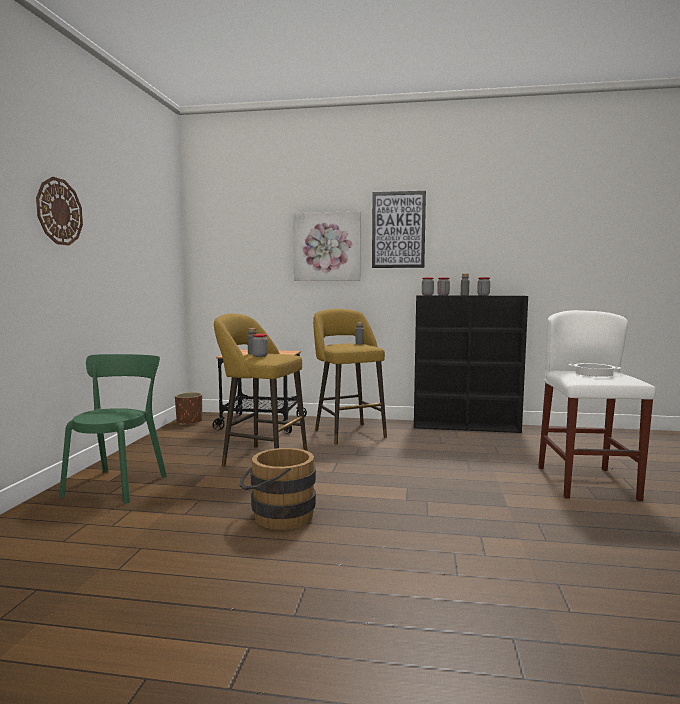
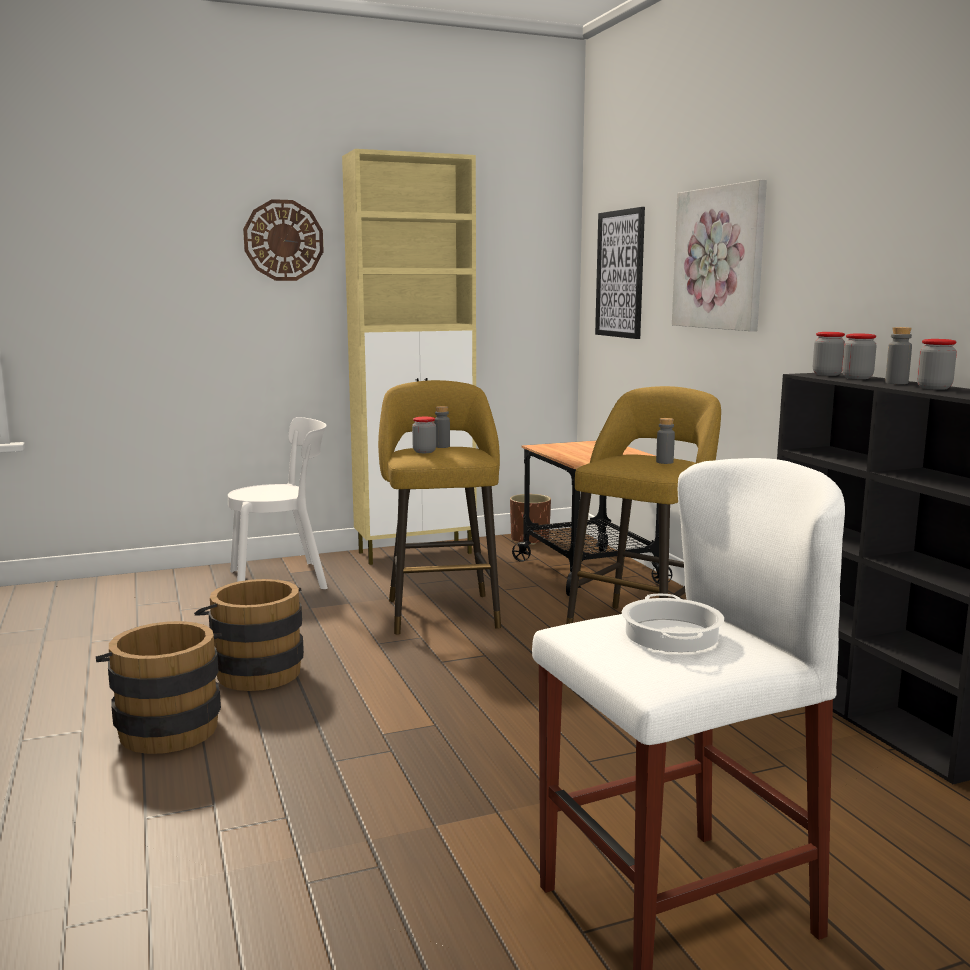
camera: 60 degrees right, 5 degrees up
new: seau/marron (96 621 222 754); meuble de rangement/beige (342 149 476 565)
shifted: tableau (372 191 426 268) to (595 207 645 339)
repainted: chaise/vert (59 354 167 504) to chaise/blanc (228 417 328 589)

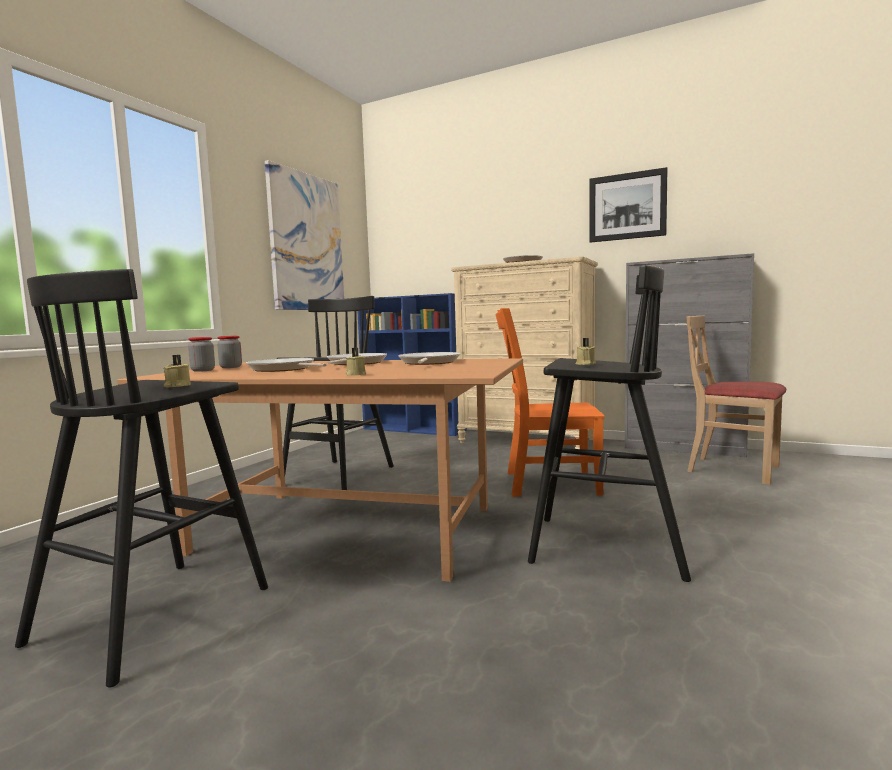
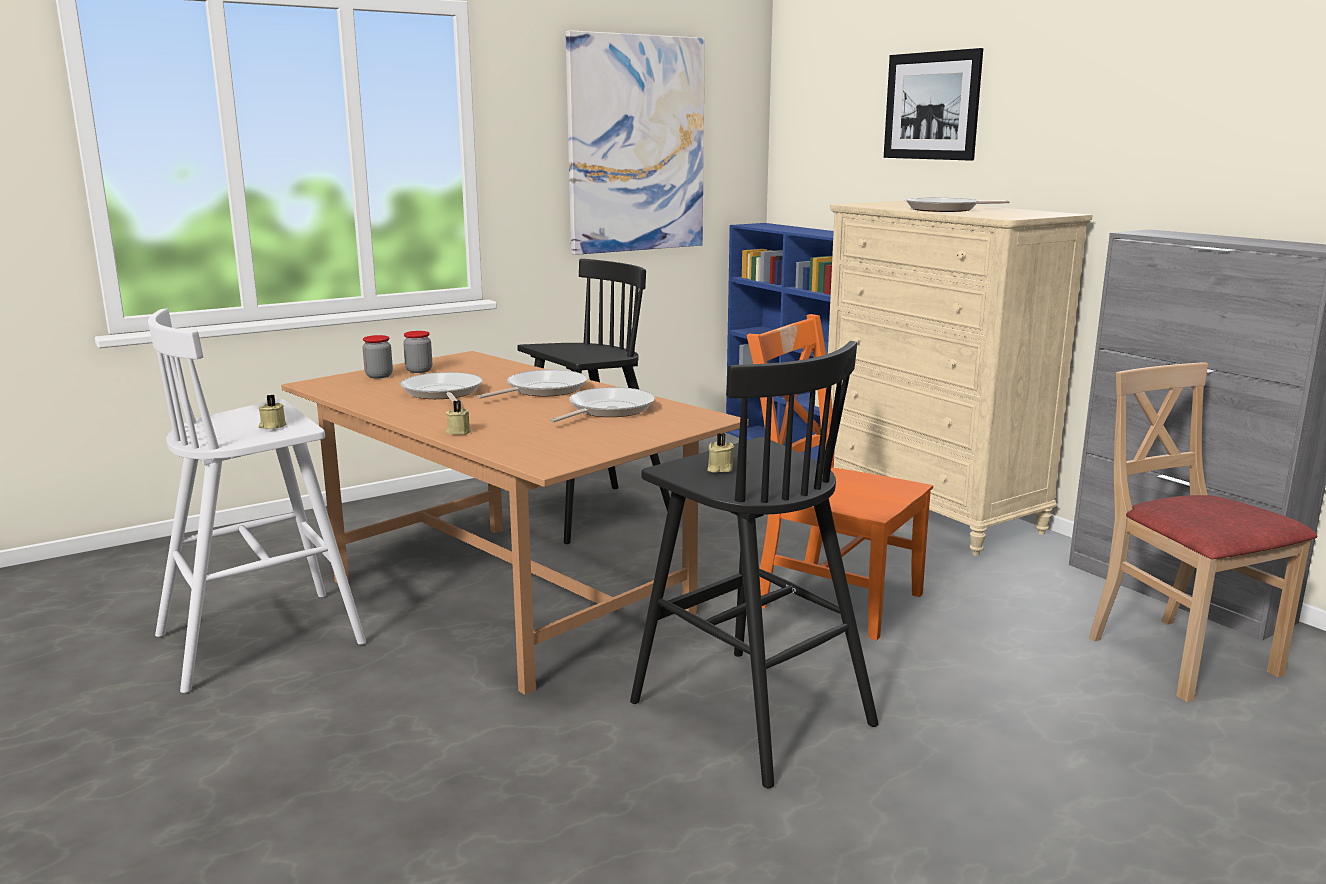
camera: 30 degrees right, 10 degrees up
shifted: tableau (590 167 668 243) to (884 48 983 161)
repainted: tabouret/noir (15 269 268 687) to tabouret/blanc (148 309 366 693)

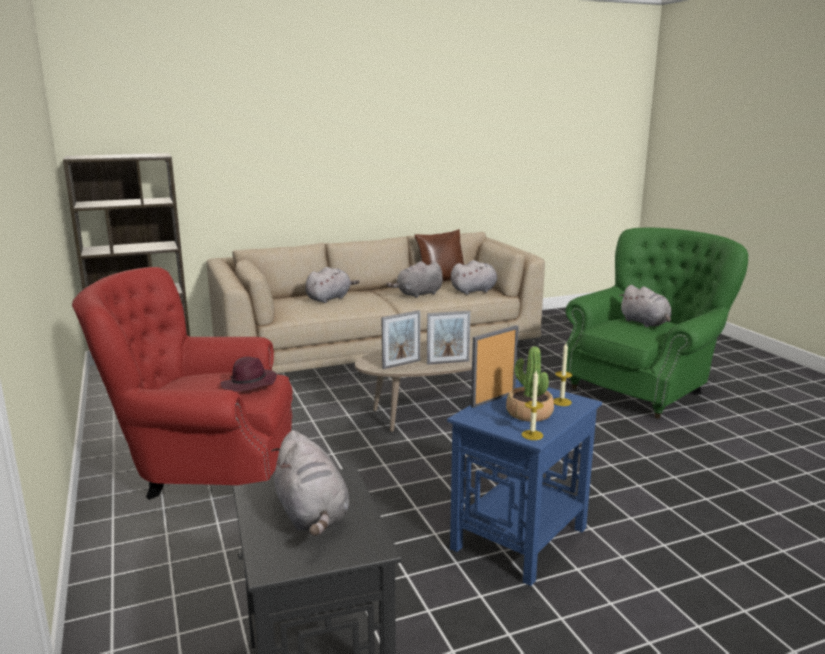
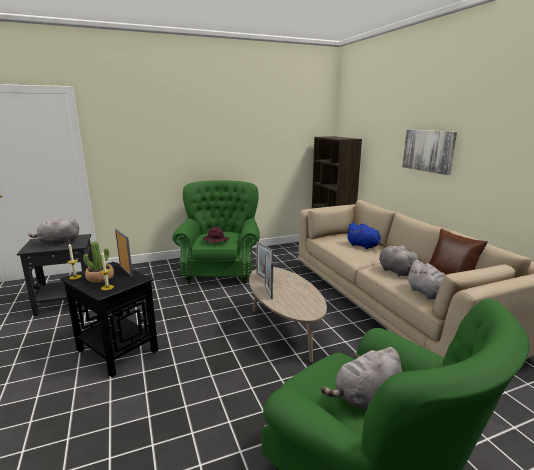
camera: 90 degrees right, 0 degrees up
new: tableau (402 130 457 175)
repainted: table d'appoint/bleu (447 379 602 586) to table d'appoint/noir (61 262 158 377); fauteuil/rouge (72 267 293 500) to fauteuil/vert (172 180 260 284); peluche/gris (305 267 359 303) to peluche/bleu (346 223 384 249)

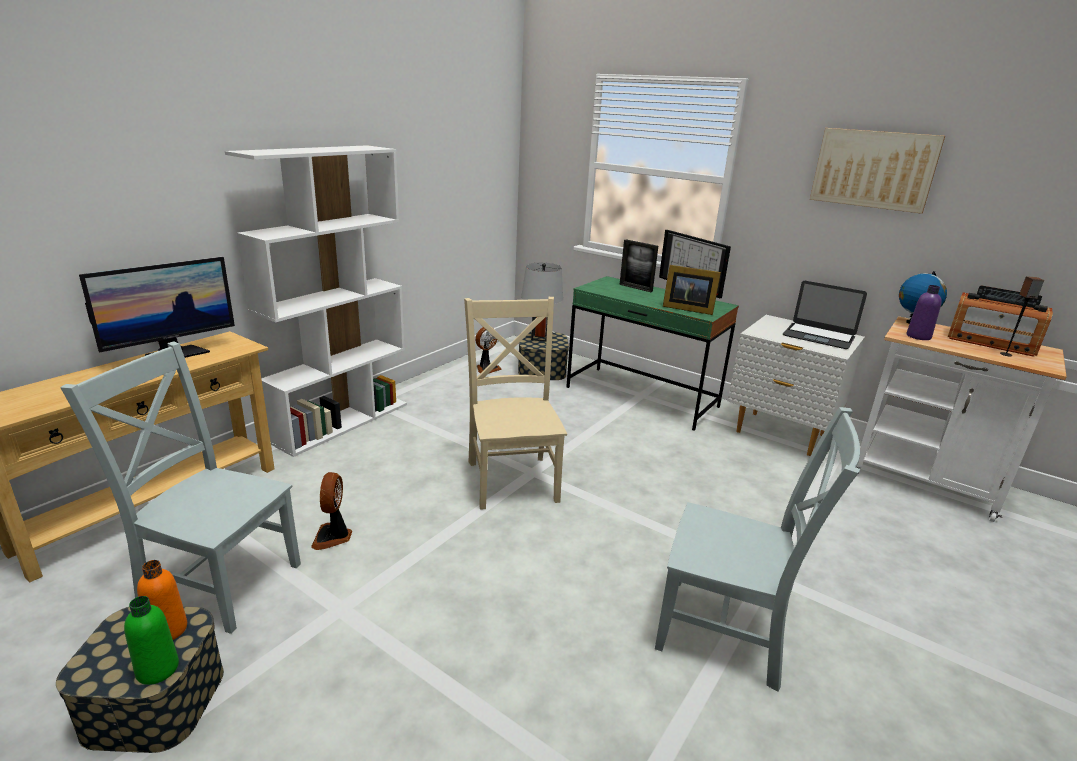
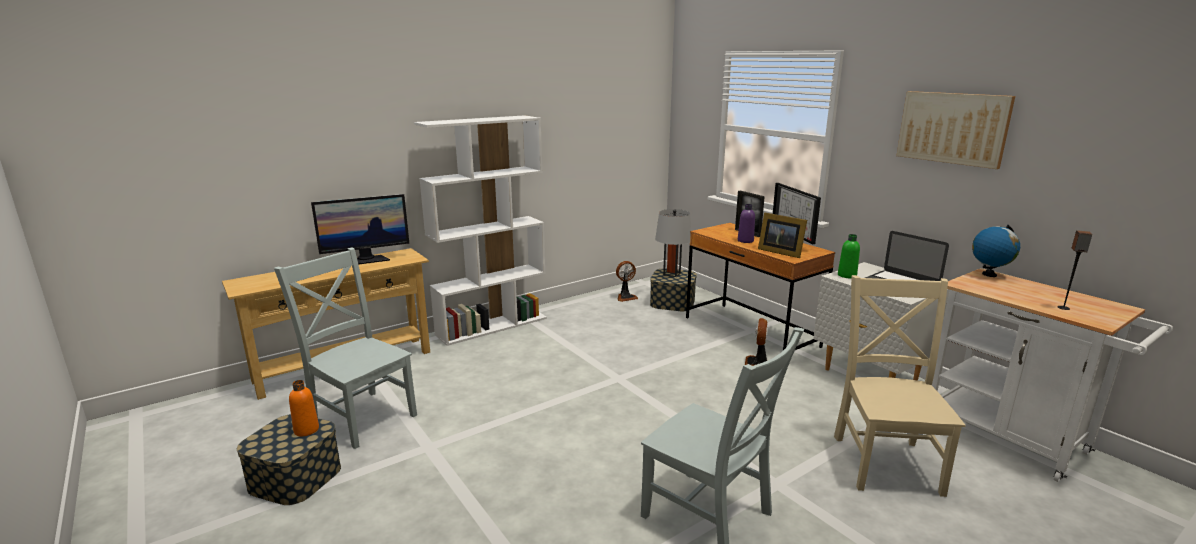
camera: 20 degrees right, 5 degrees down
gone: radio (948 285 1053 357)
shifted: bouteille/violet (907 285 942 340) to (738 204 755 243); ventilateur (311 472 352 550) to (745 318 768 366); chaise/beige (464 297 567 510) to (834 275 966 497); bouteille/vert (124 596 179 685) to (838 234 860 278)
repainted: bureau/vert (567 276 739 431) to bureau/marron (686 223 835 350)

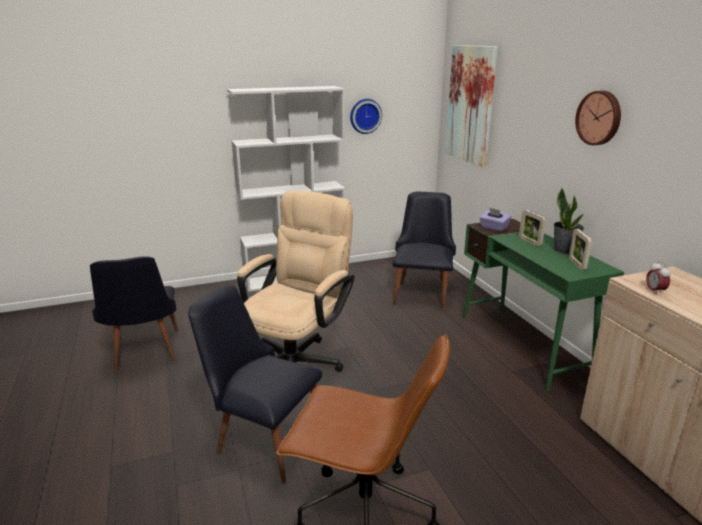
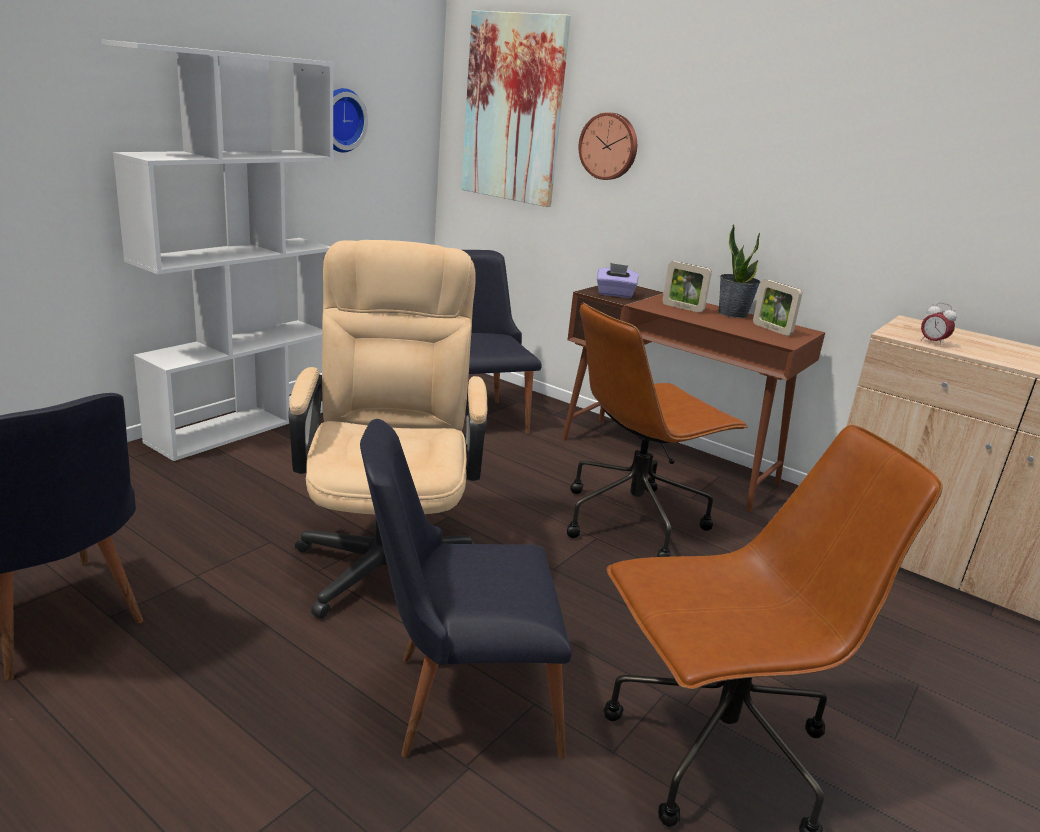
camera: 35 degrees left, 0 degrees up
new: chaise de bureau/marron (567 302 749 557)
shifted: horloge murale (575 91 621 145) to (579 112 637 180)
repainted: bureau/vert (462 218 624 391) to bureau/marron (562 285 825 512)

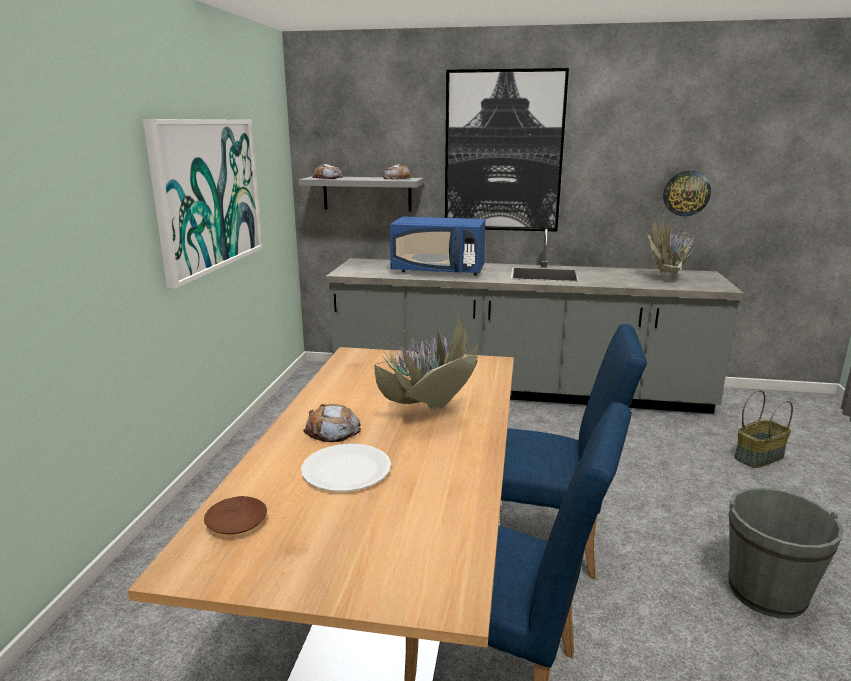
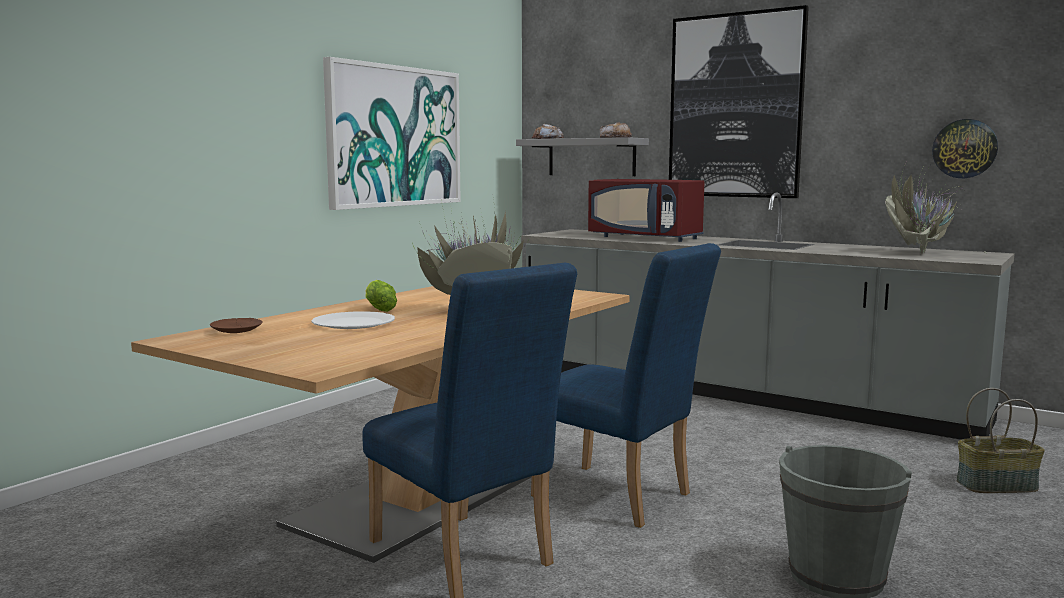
camera: 25 degrees right, 10 degrees down
swapped: pain (303 404 361 442) to laitue (365 280 397 312)
repainted: micro-ondes/bleu (390 217 486 276) to micro-ondes/rouge (588 179 704 242)

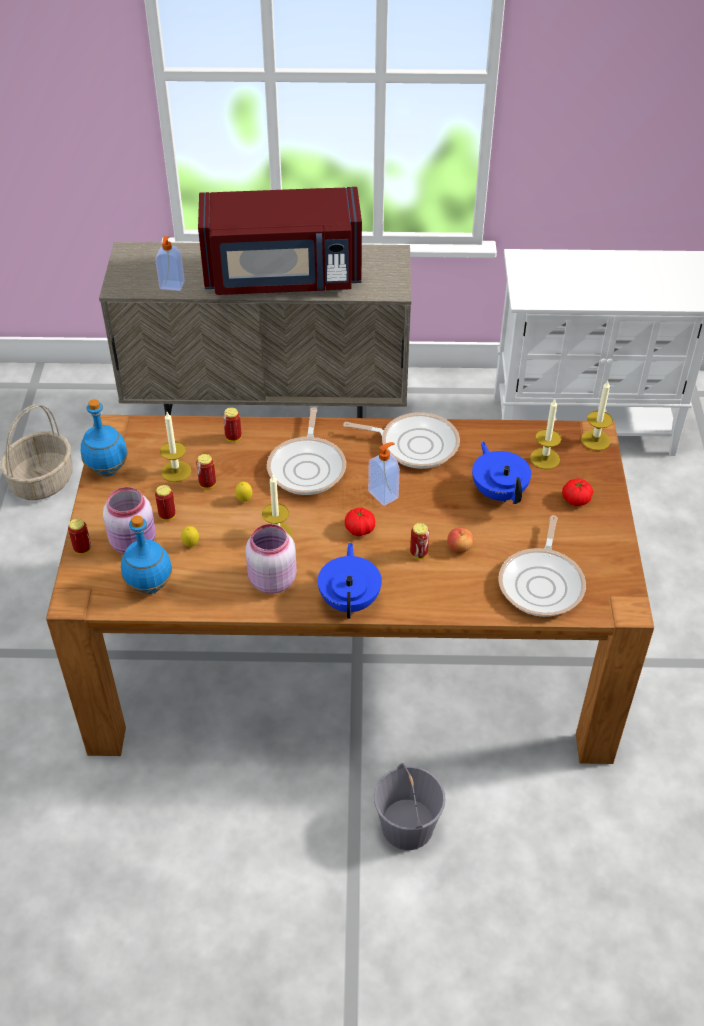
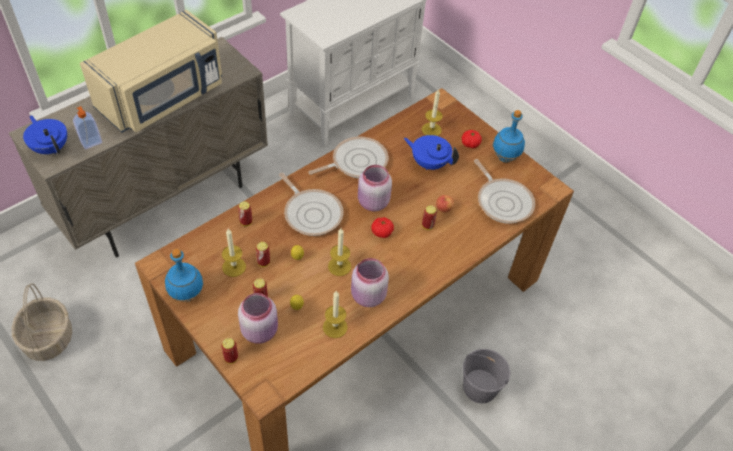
camera: 45 degrees left, 5 degrees up
shifted: théière/bleu (318 543 382 619) to (23 115 67 154); bougie (581 381 613 451) to (323 291 348 338); bouteille/bleu (121 515 172 594) to (492 110 525 162)
swapped: distributeur de savon (368 442 400 506) to bocal/rose (358 165 392 211)
repainted: micro-ondes/rouge (198 187 362 295) to micro-ondes/beige (80 10 222 133)

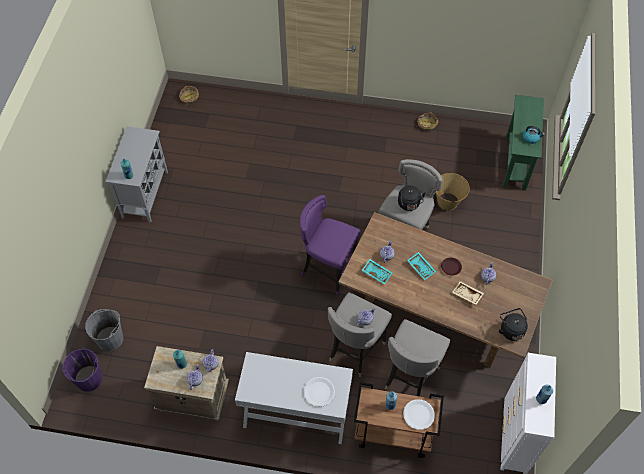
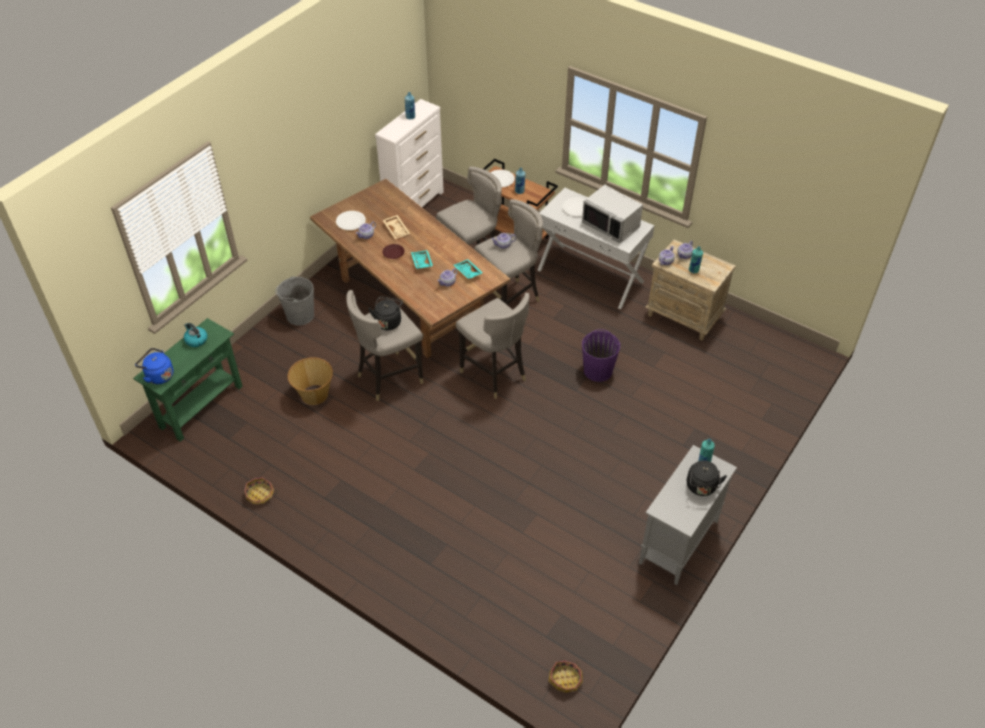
camera: 155 degrees left, 10 degrees down
new: bouilloire/bleu (135 348 174 384); assiette/blanc (336 211 366 230); micro-ondes/gris (582 185 643 244)
shifted: seau/gris (85 309 123 351) to (275 276 314 326); seau/violet (62 349 103 392) to (582 329 620 382); bouilloire/noir (499 308 528 341) to (687 460 727 496)
repainted: tabouret/violet (300 195 361 295) to tabouret/gris (456 293 530 399)

